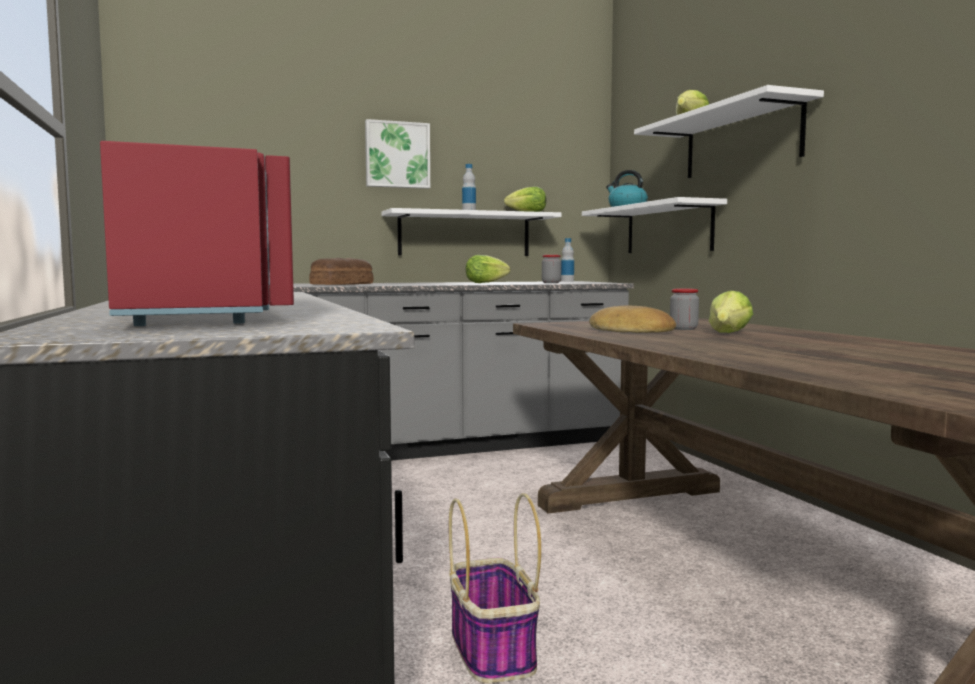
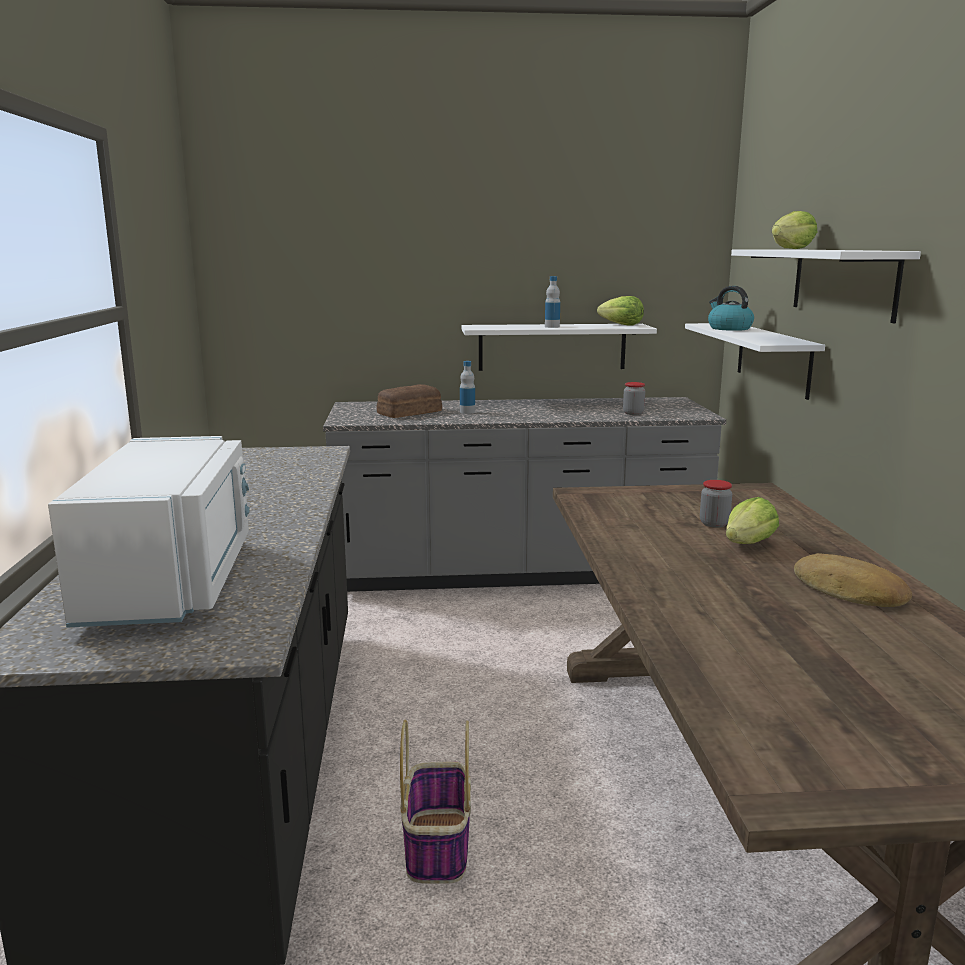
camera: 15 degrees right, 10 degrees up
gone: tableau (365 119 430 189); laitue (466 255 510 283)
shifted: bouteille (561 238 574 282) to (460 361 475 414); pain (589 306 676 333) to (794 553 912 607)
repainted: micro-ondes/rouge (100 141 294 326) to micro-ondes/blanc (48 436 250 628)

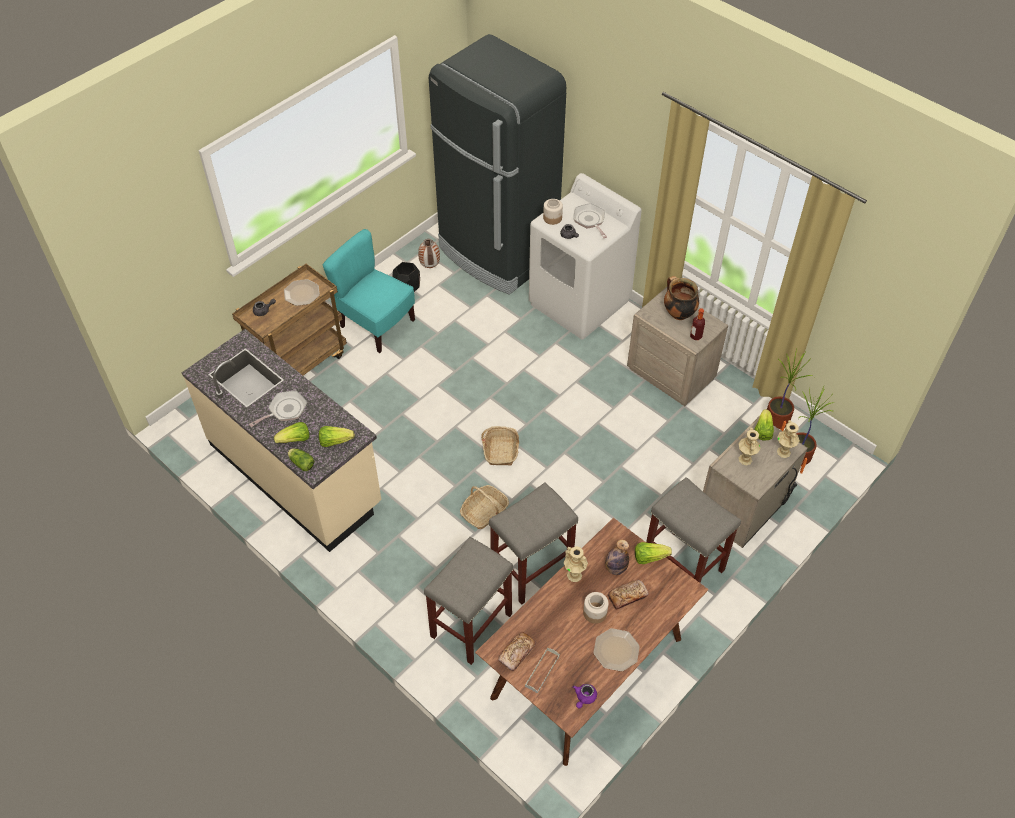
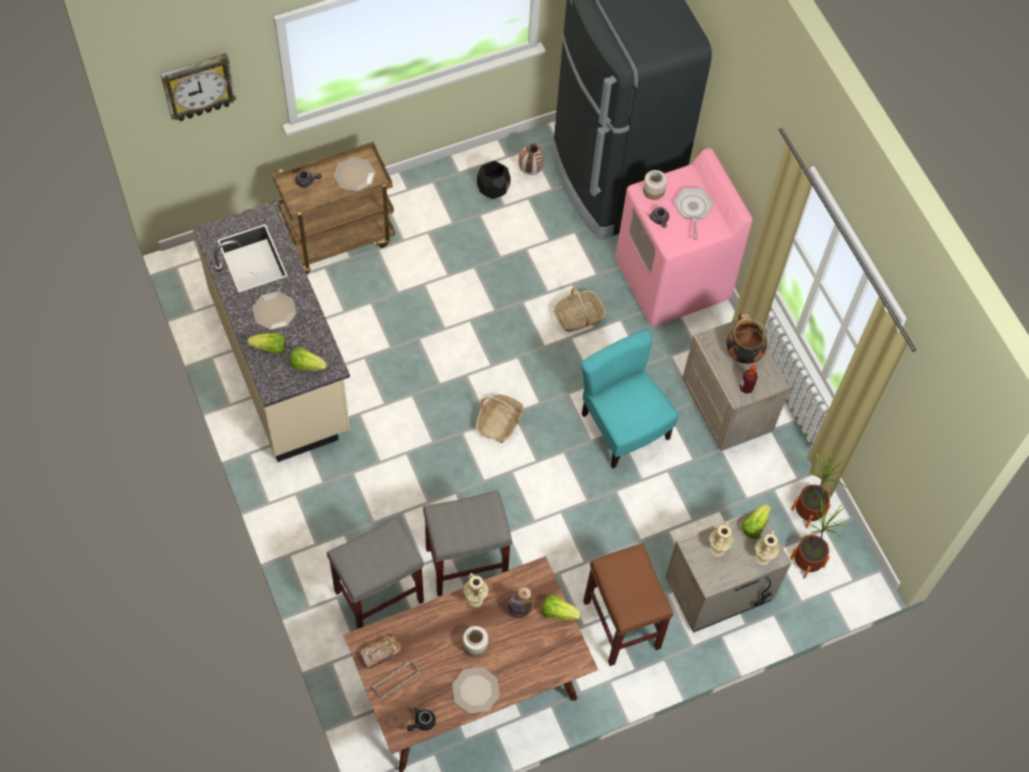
camera: 20 degrees right, 10 degrees up
gone: laitue (288 448 314 471); pain (608 580 649 610)
new: horloge murale (160 53 236 122)
shifted: panier (460 485 509 529) to (553 288 606 332); chaise/turquoise (323 229 415 353) to (581 329 679 469)
swapped: poêle (249 391 307 427) to assiette (252 291 297 330)
repainted: théière/violet (573 684 597 708) to théière/noir (407 707 436 731); tabouret/gris (646 477 741 583) to tabouret/marron (583 544 673 666); lave-linge/blanc (529 173 642 339) to lave-linge/rose (616 148 753 327)

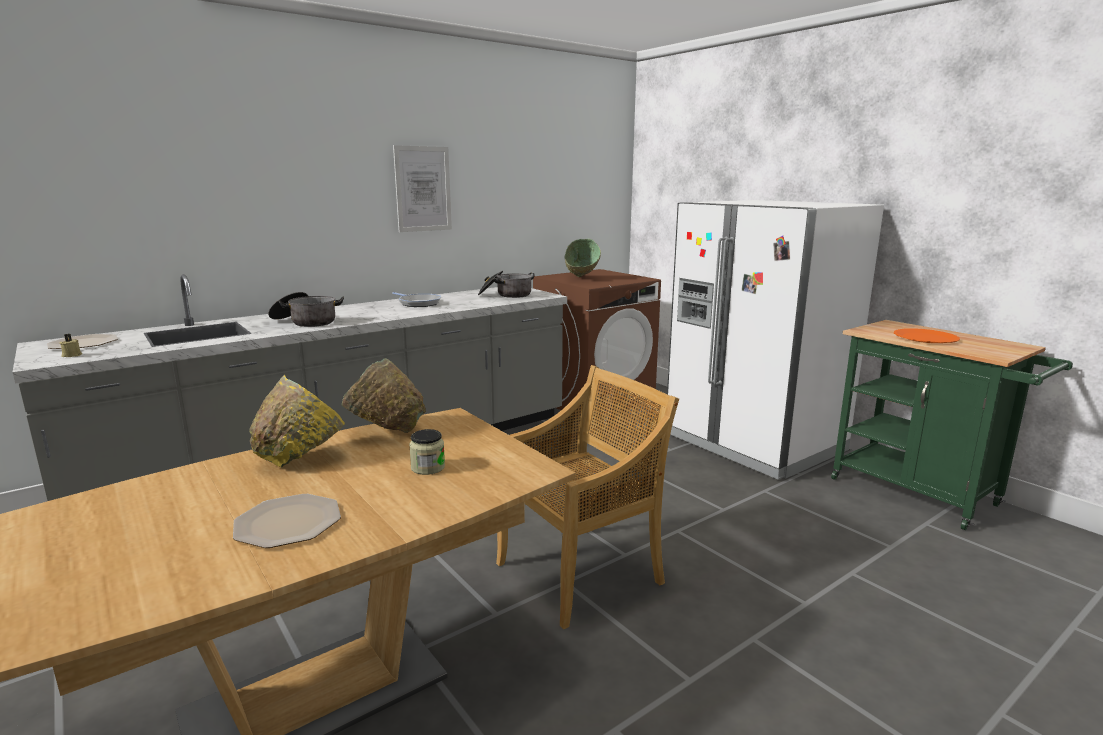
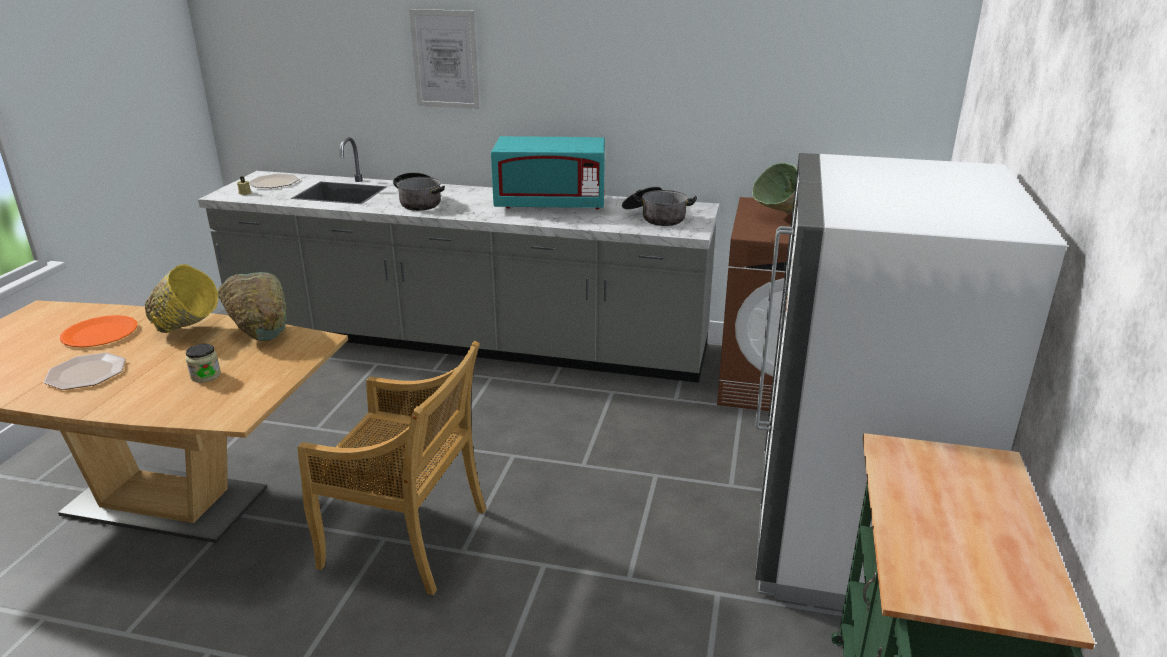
camera: 50 degrees right, 10 degrees up
shifted: assiette/orange (894 328 960 343) to (60 315 138 347); tableau (393 145 452 232) to (409 9 480 109)
swapped: poêle (392 292 441 307) to micro-ondes/turquoise (491 136 605 210)

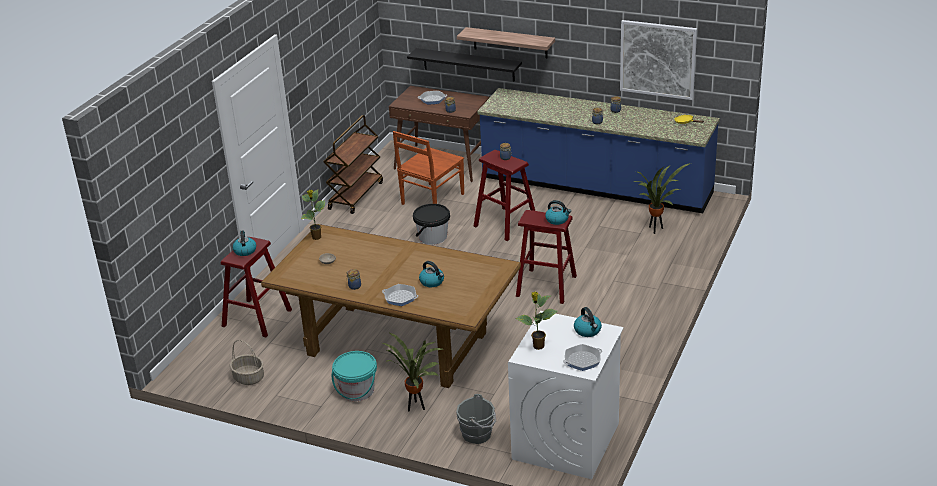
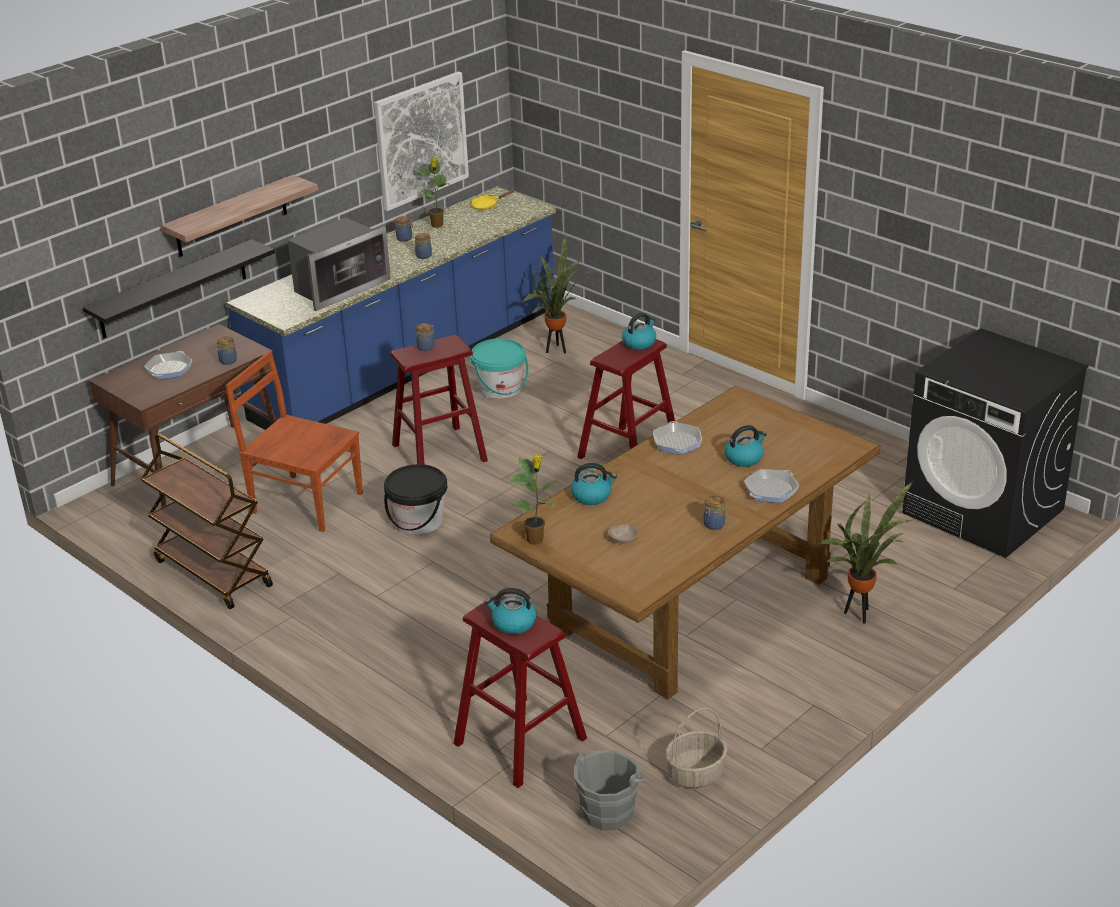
camera: 70 degrees left, 0 degrees up
new: micro-ondes (288 217 391 311)
shifted: plante en pot (515 291 558 350) to (416 157 451 228); seau/turquoise (332 351 377 401) to (470 339 529 399); bouilloire (574 307 602 337) to (571 463 617 505); seau/gris (456 394 496 444) to (575 750 646 831); poêle (563 344 602 371) to (653 421 702 455)
repainted: lave-linge/blanc (508 311 624 479) to lave-linge/noir (902 328 1089 558)
rotated: chaise/marron (393 131 464 205) = (226 351 363 532) 150 degrees clockwise

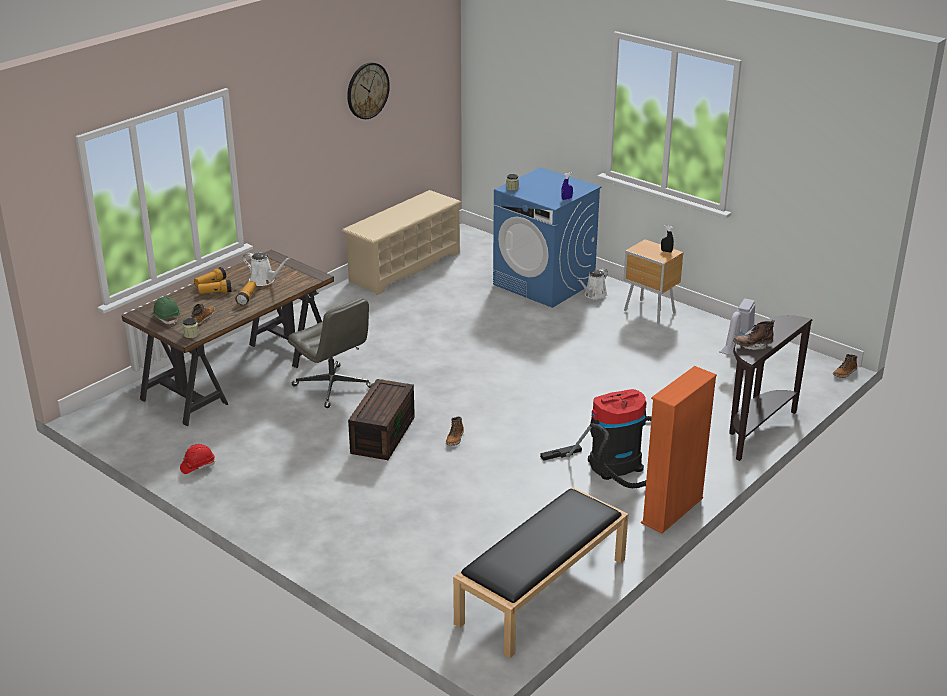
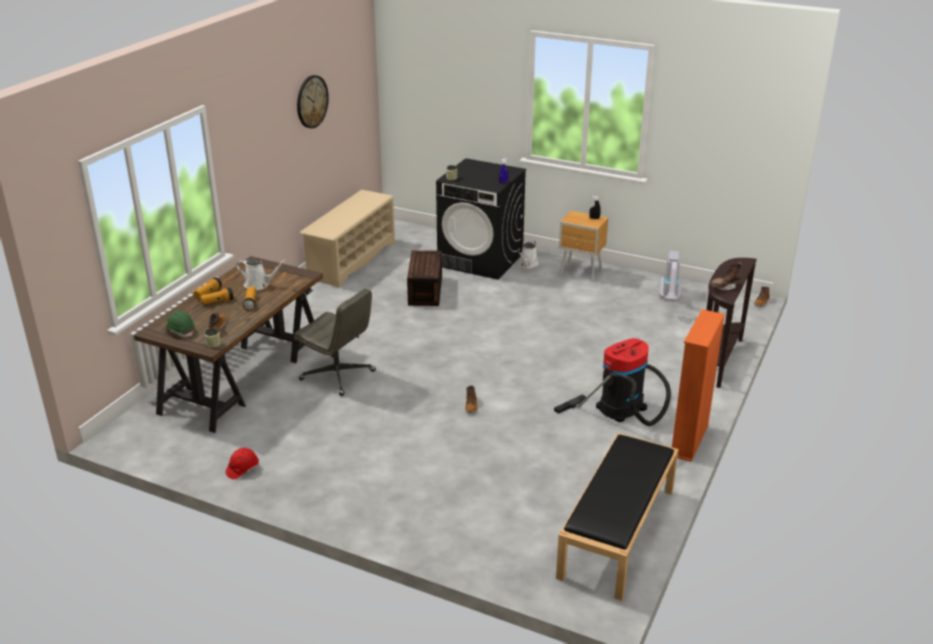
camera: 15 degrees left, 0 degrees up
shifted: boîte de rangement/marron (348 379 415 460) to (407 250 442 306)
repainted: lave-linge/bleu (493 167 601 308) to lave-linge/noir (436 158 526 280)

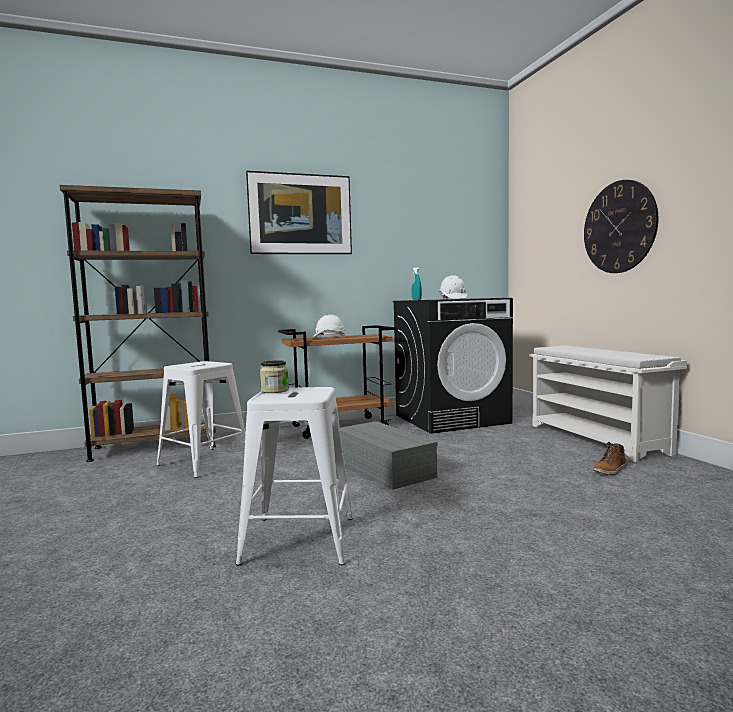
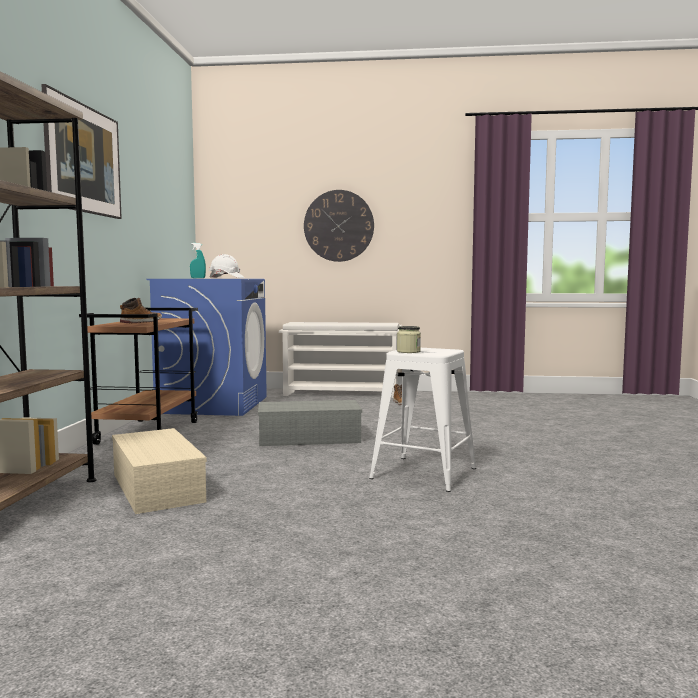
camera: 65 degrees left, 0 degrees up
swapped: tabouret/blanc (156 361 246 478) to boîte de rangement/beige (112 428 207 514); casque de chantier/blanc (312 315 346 338) to botte (120 298 162 323)
repainted: lave-linge/noir (393 298 513 434) to lave-linge/bleu (147 279 267 416)

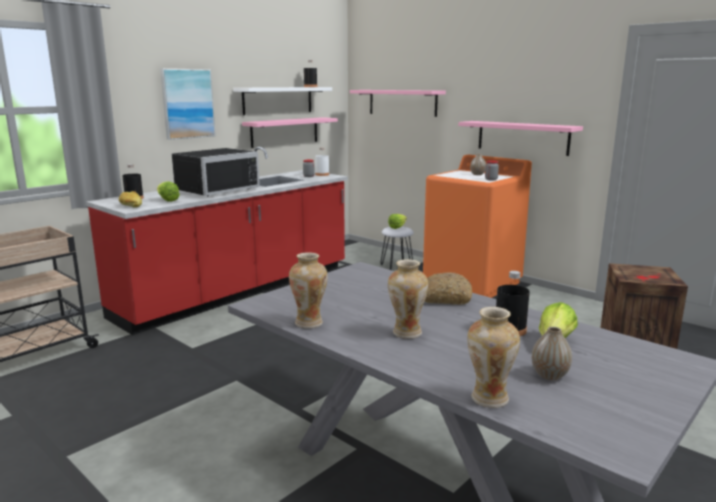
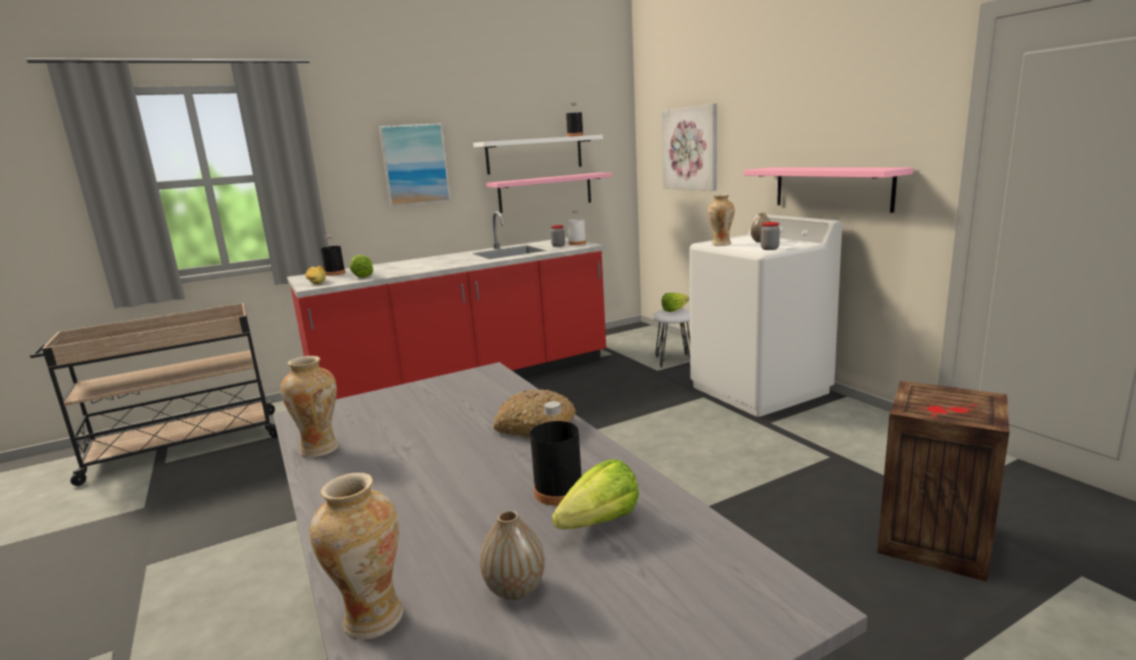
camera: 20 degrees right, 0 degrees up
gone: micro-ondes/noir (172 148 260 196)
shifted: vase (388 259 428 339) to (708 194 735 246)
swapped: étagère/rose (350 90 446 117) to tableau (662 103 717 191)
repainted: lave-linge/orange (423 155 532 298) to lave-linge/blanc (689 214 842 417)

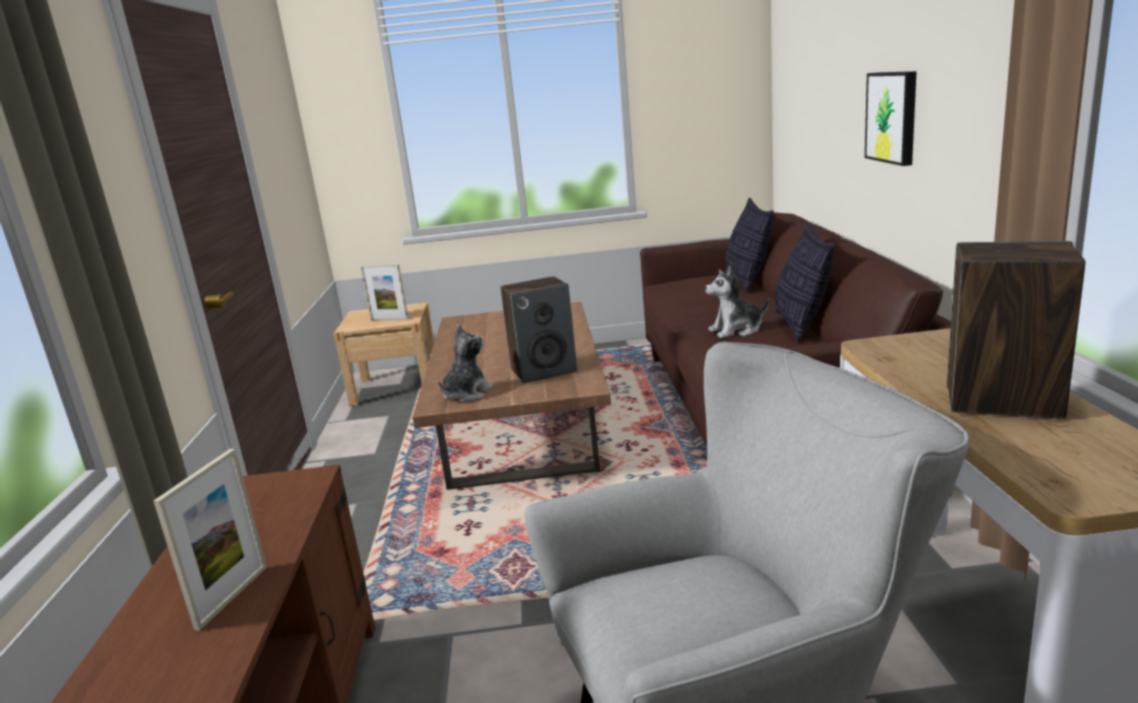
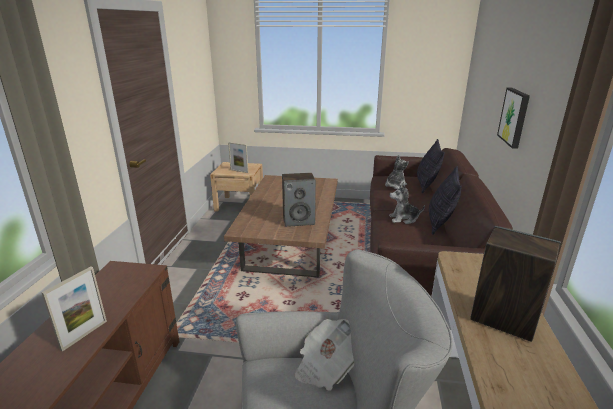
camera: 10 degrees right, 5 degrees up
new: journal (295 319 354 391)
shifted: peluche (438 325 494 402) to (385 155 409 189)

